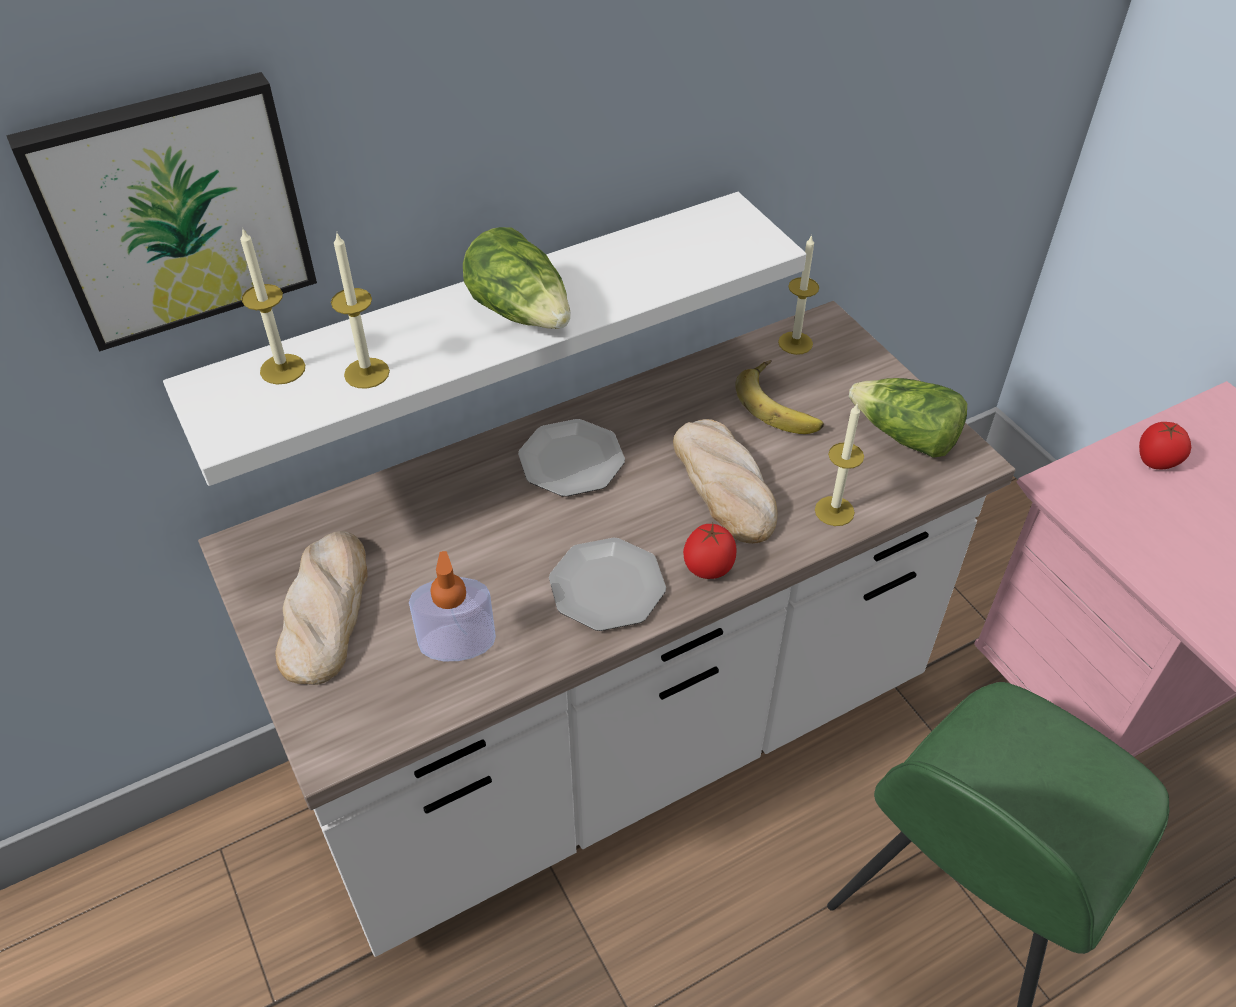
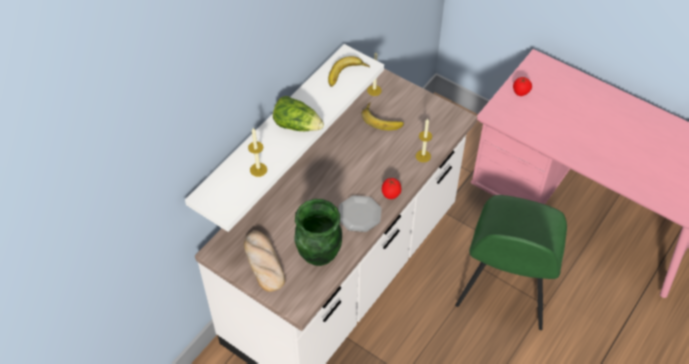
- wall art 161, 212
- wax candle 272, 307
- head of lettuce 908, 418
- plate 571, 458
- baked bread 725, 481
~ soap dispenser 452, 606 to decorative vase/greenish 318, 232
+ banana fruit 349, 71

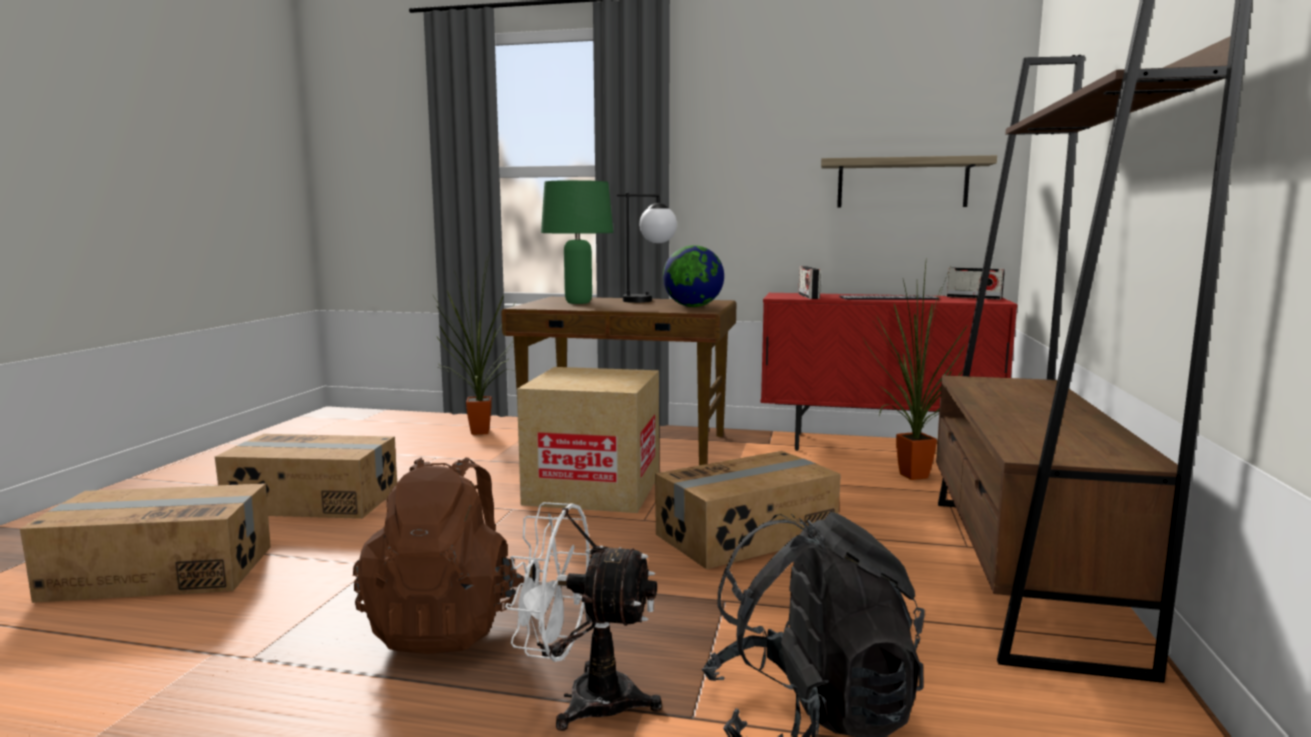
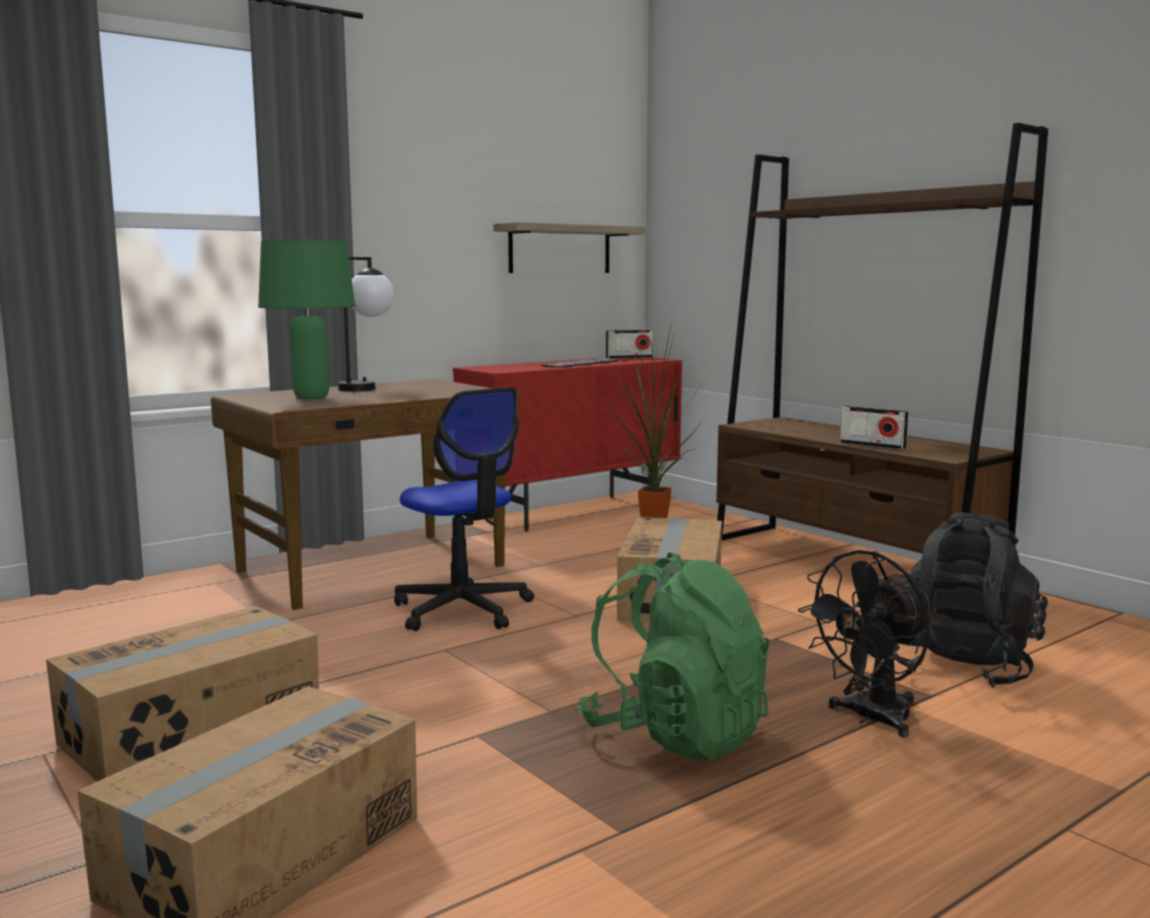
- globe 693, 276
- plant in a pot 474, 342
~ radio receiver 810, 282 to 874, 428
~ carton 588, 440 to computer chair 464, 509
~ knapsack/brown-coloured 438, 555 to knapsack/greenish 674, 656
~ cooling fan/whitish 583, 616 to cooling fan/black 867, 643

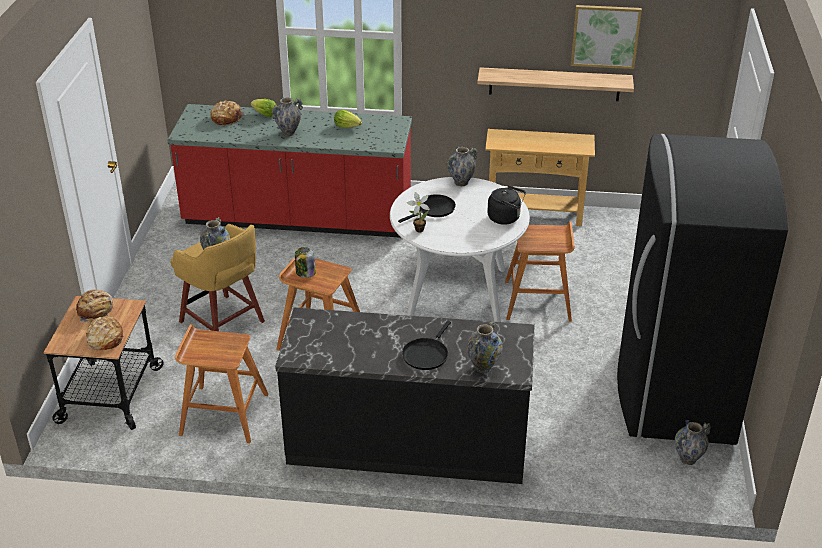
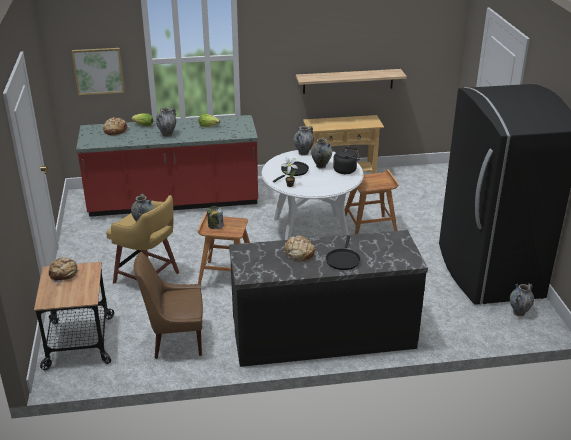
~ wall art 606, 37 to 98, 71
~ baked bread 104, 333 to 300, 248
~ decorative vase 485, 347 to 321, 153
~ sitting stool/brown-coloured 221, 383 to plain chair/brown-coloured 168, 305

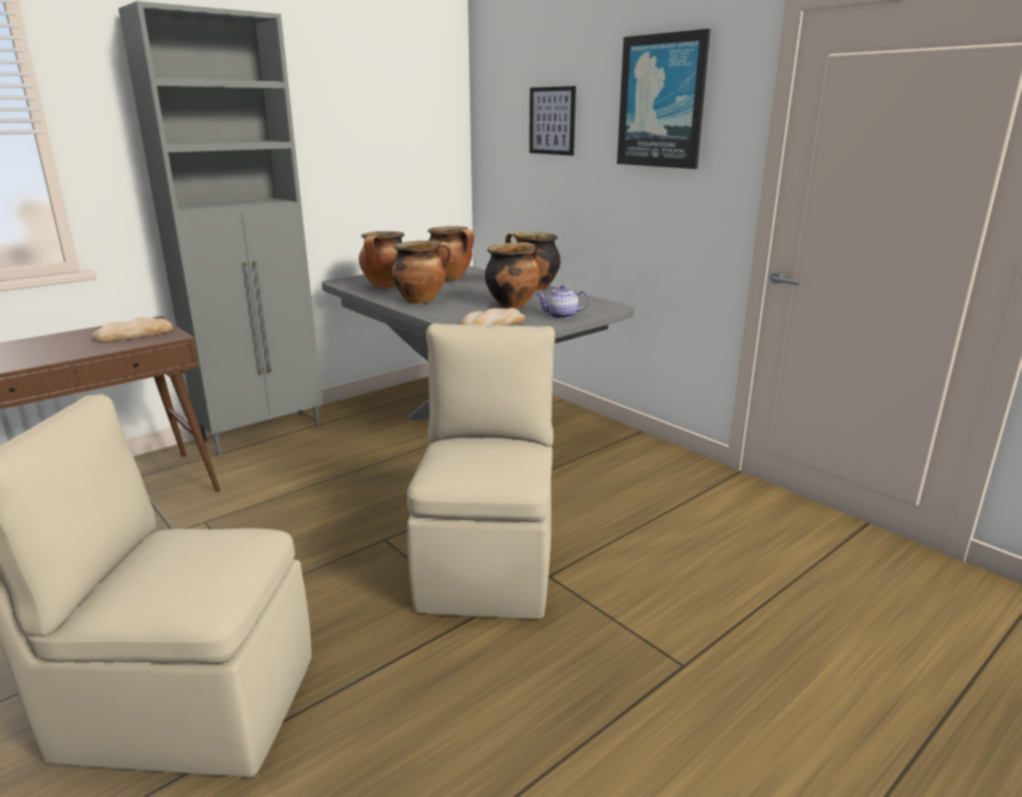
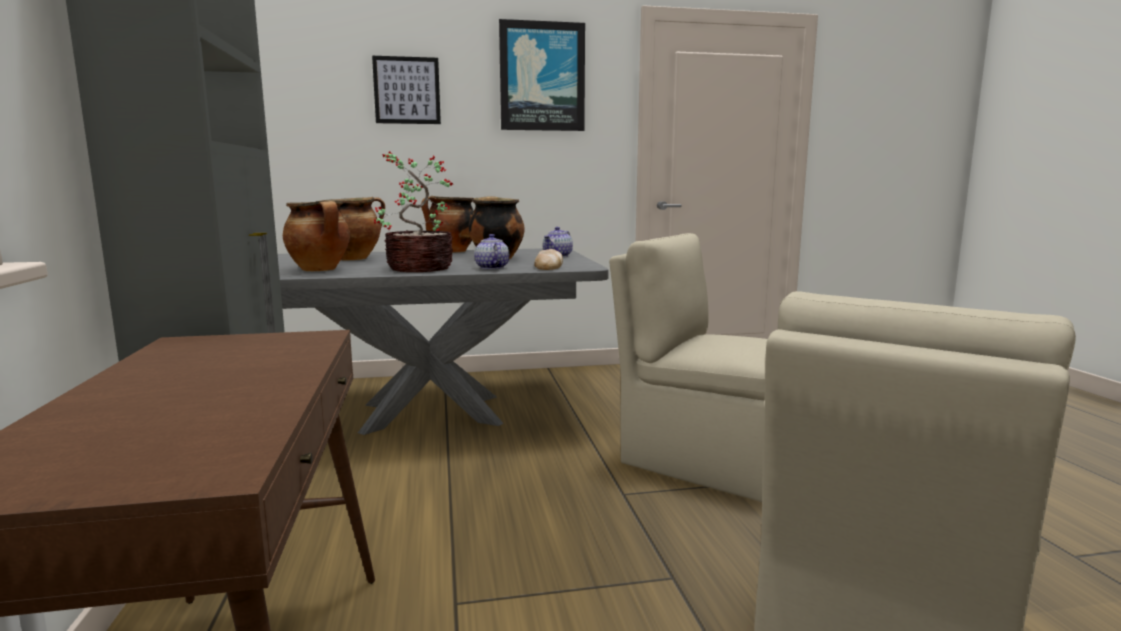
~ stockpot 421, 272 to plant in a pot 414, 211
- baked bread 132, 329
+ teapot 492, 251

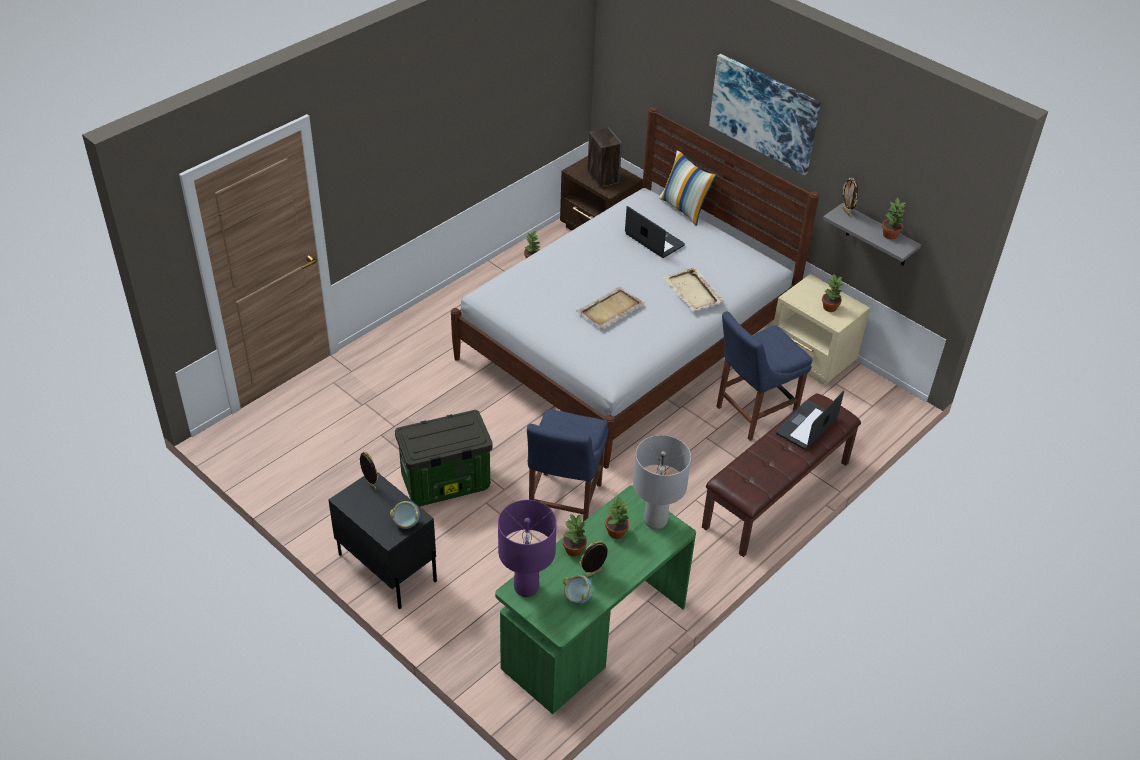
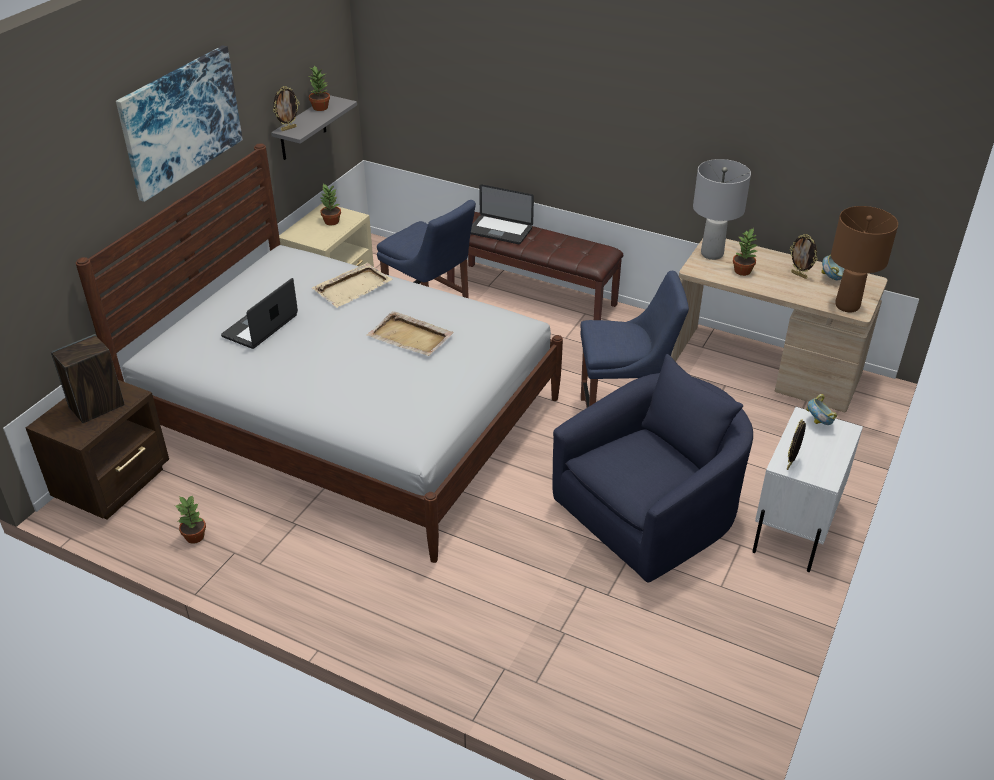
- cushion 688, 188
~ storage box 444, 458 to armchair/blue 652, 468
~ nightstand/black 382, 540 to nightstand/whitish 807, 489
~ desk unit/greenish 595, 599 to desk unit/beige-coloured 779, 325
~ tabletop lamp/purple 527, 548 to tabletop lamp/brown-coloured 864, 259
- plant in a pot 575, 535

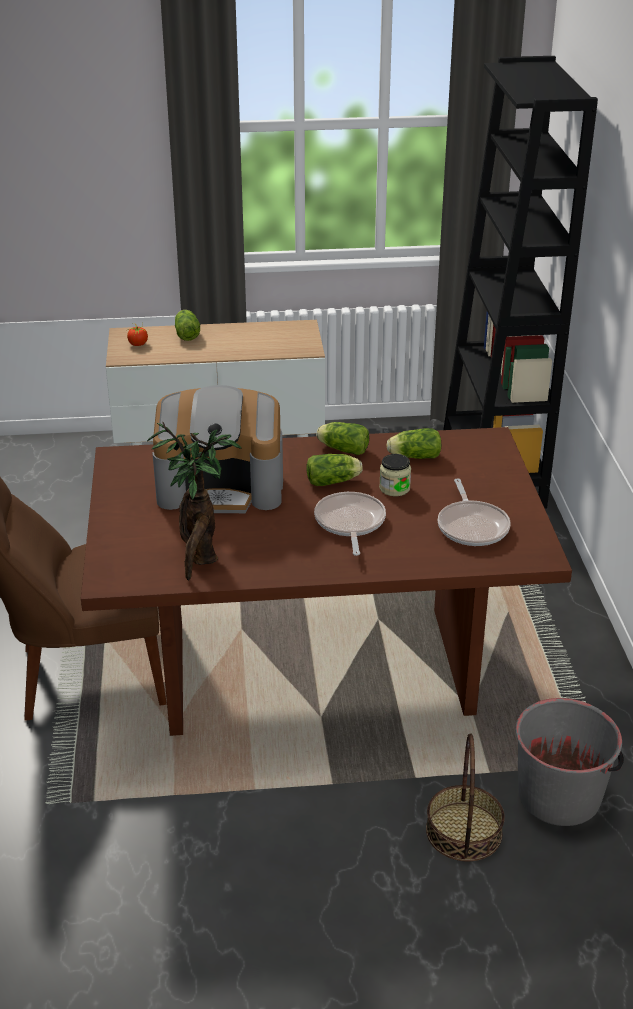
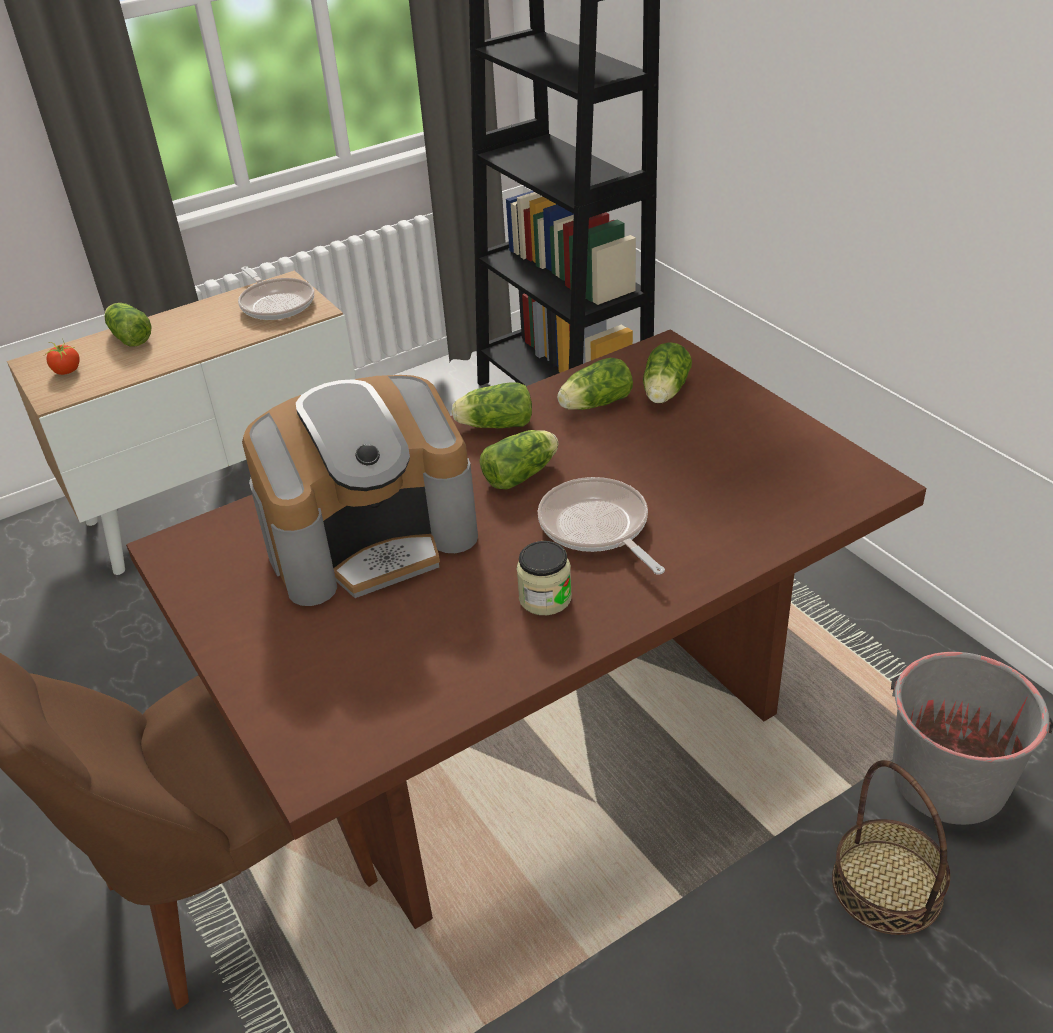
- plant in a pot 194, 501
~ preserve jar 395, 475 to 544, 578
~ pan 474, 512 to 276, 293
+ head of lettuce 667, 372

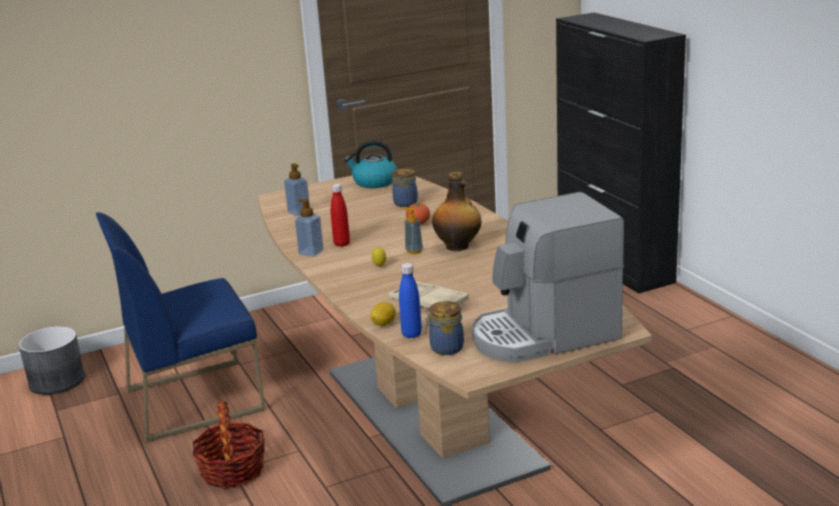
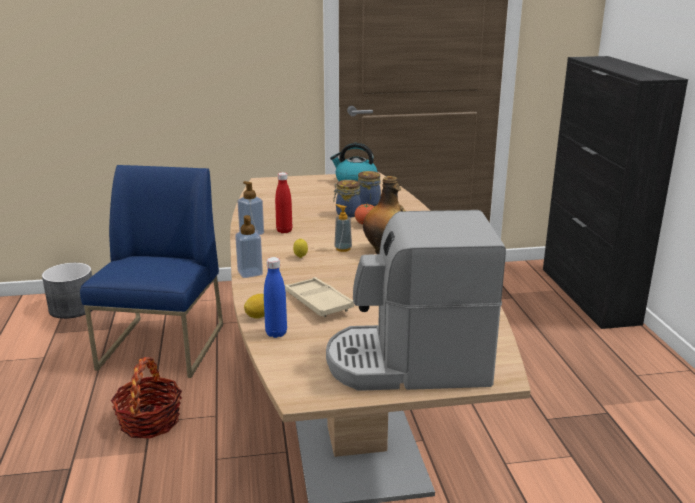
~ soap dispenser 297, 189 to 249, 246
~ plain chair/blue 180, 327 = 151, 271 105 degrees clockwise
~ preserve jar 444, 328 to 347, 199

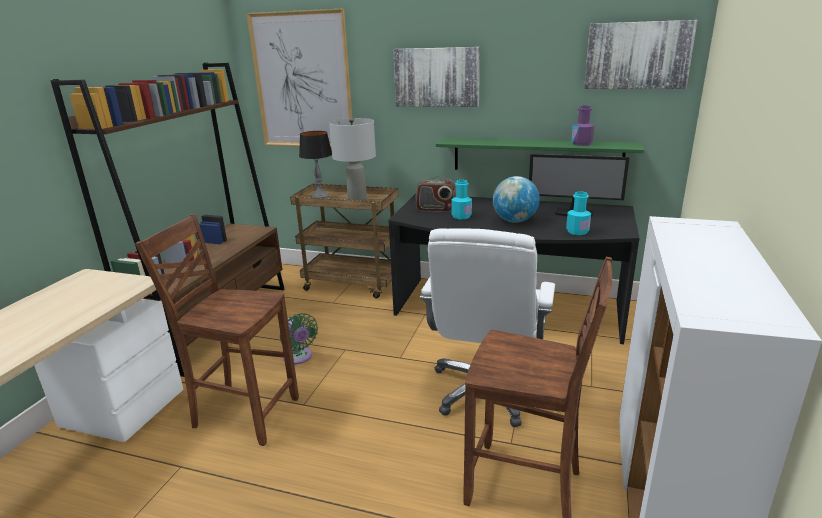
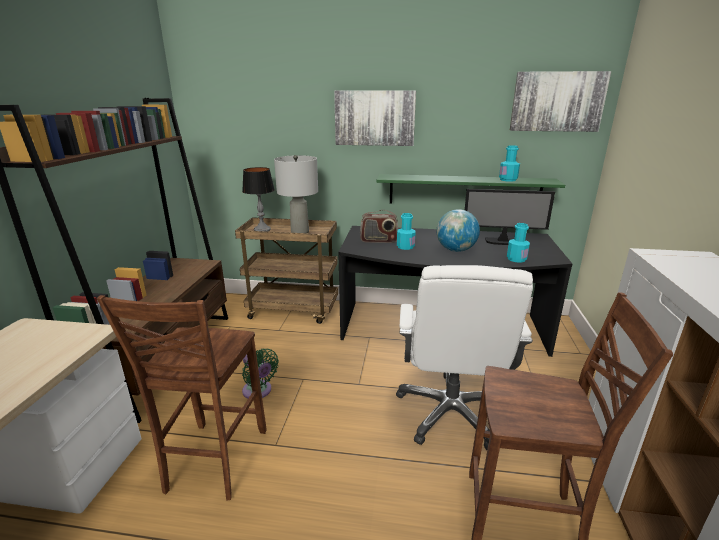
- wall art 299, 77
~ bottle/purple 582, 125 to bottle/blue-green 509, 163
~ plain chair/brown-coloured 217, 330 = 181, 398 90 degrees counterclockwise

